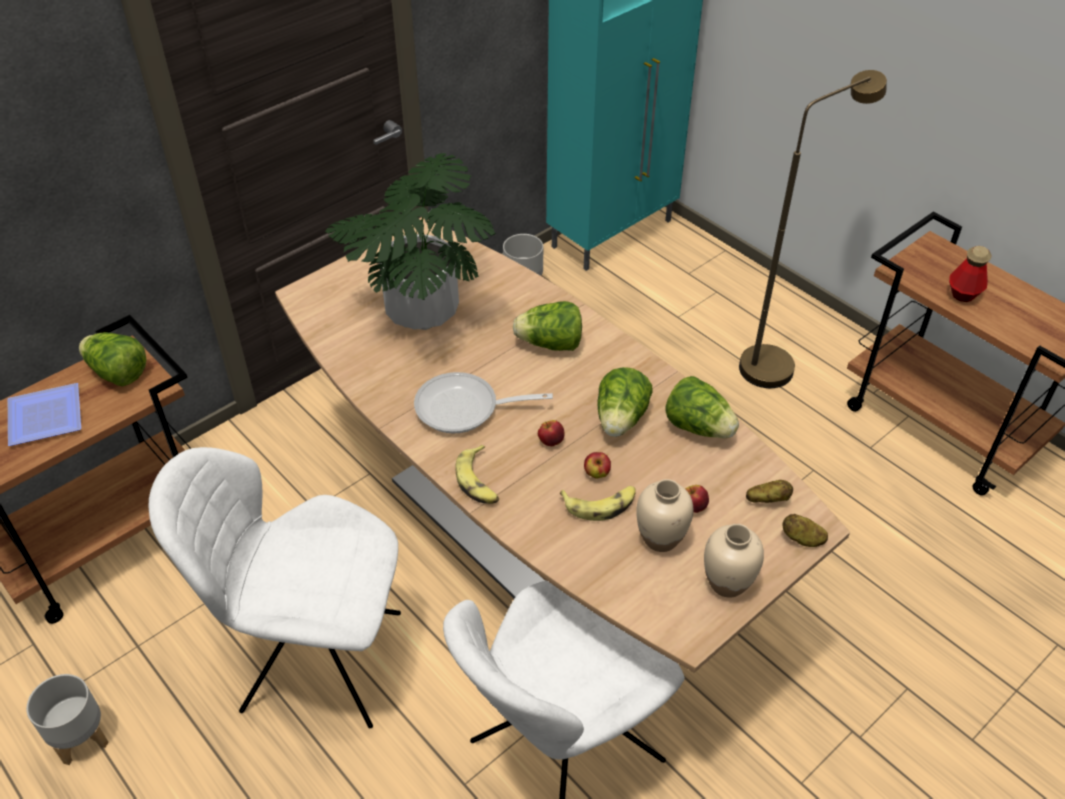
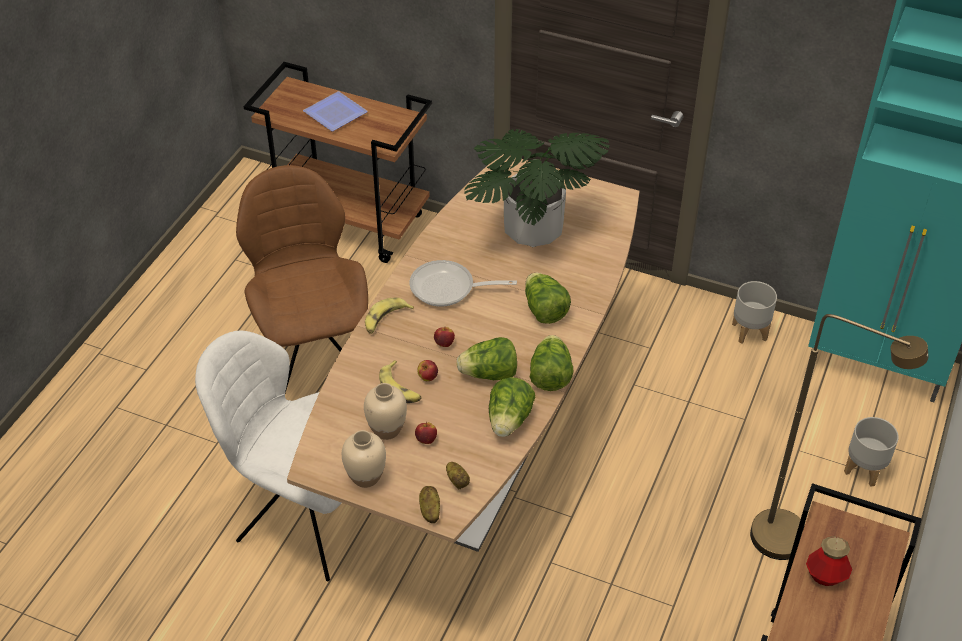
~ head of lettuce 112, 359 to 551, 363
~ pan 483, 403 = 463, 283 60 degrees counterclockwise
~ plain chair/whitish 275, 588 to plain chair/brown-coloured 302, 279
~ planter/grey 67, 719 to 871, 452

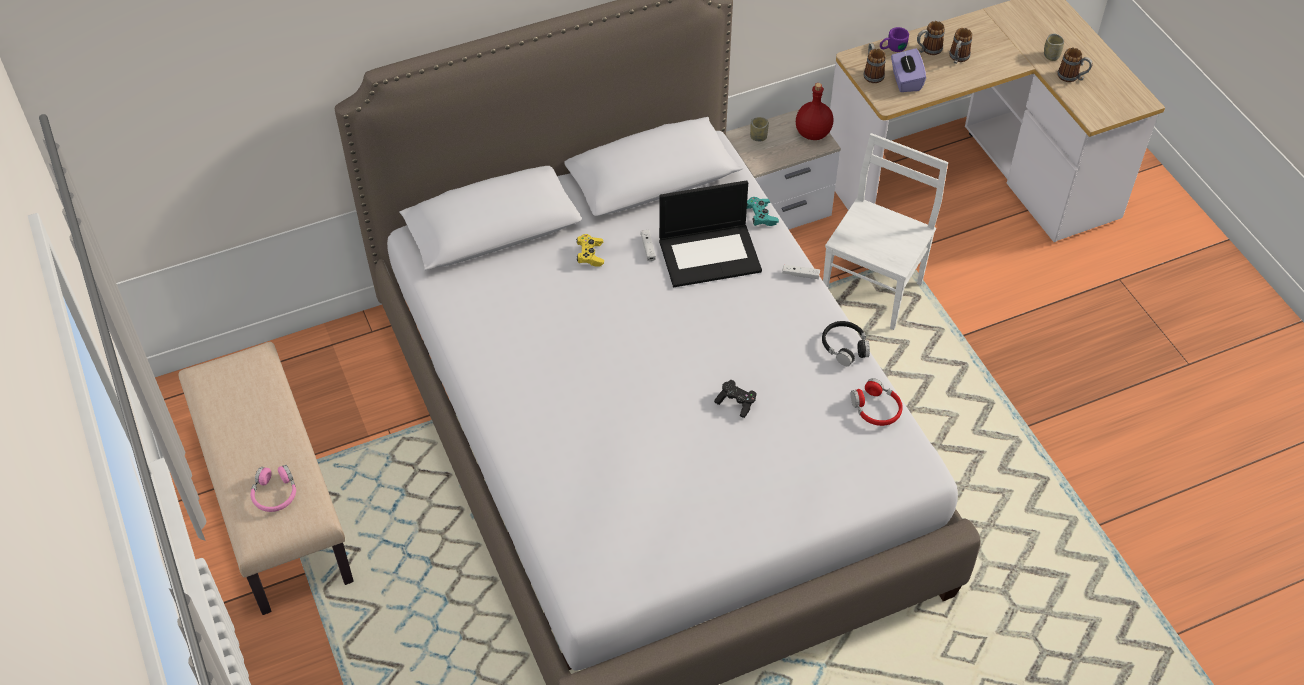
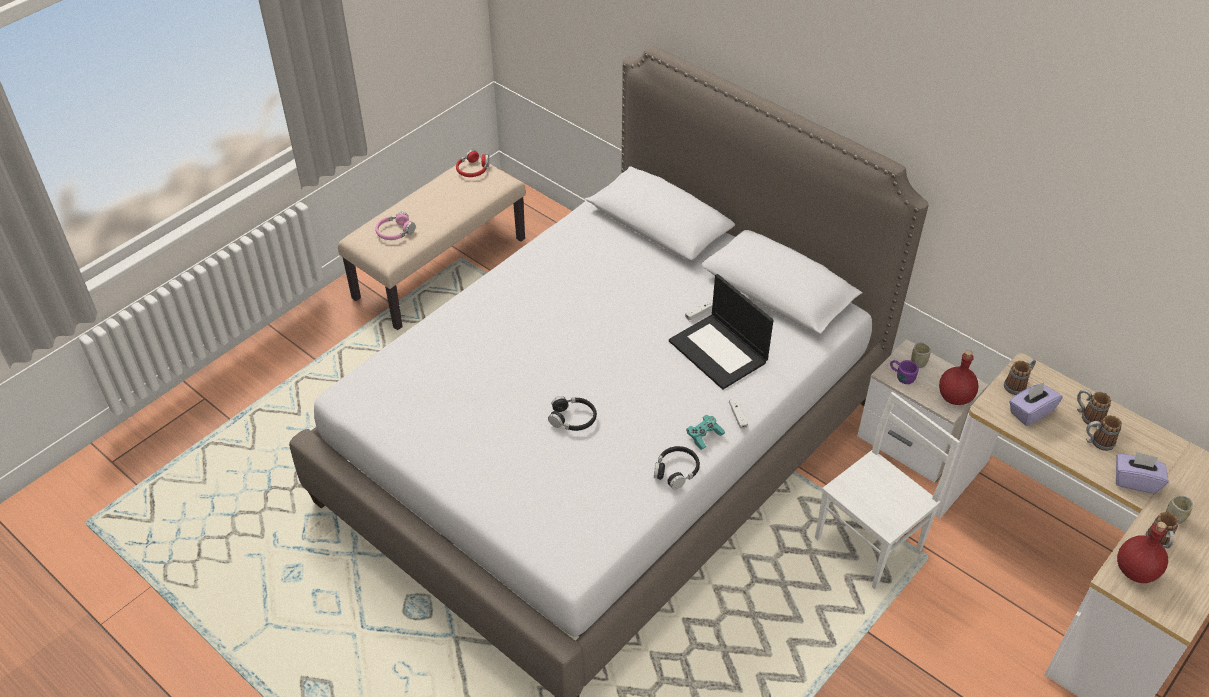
~ tea mug/purple 894, 39 to 904, 372
~ plain chair/whitish 885, 231 = 887, 490 45 degrees counterclockwise
~ gamepad/blue-green 763, 211 to 706, 432
- gamepad/yellowish 590, 250
~ headset/reddish 877, 402 to 472, 163
~ gamepad/black 735, 399 to headset/black 572, 413
+ box of tissues/purple 1142, 472
+ bottle/reddish 1142, 552

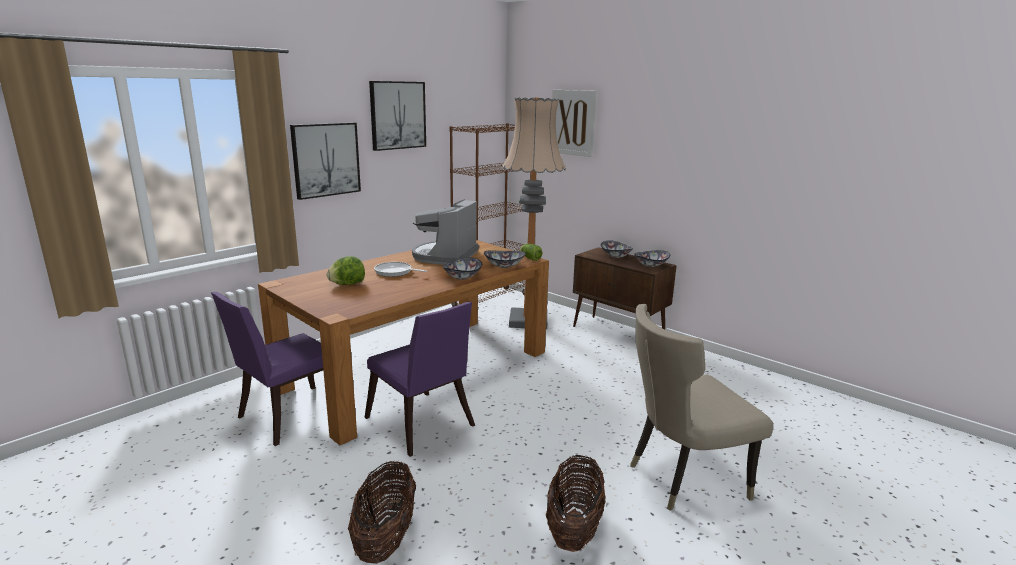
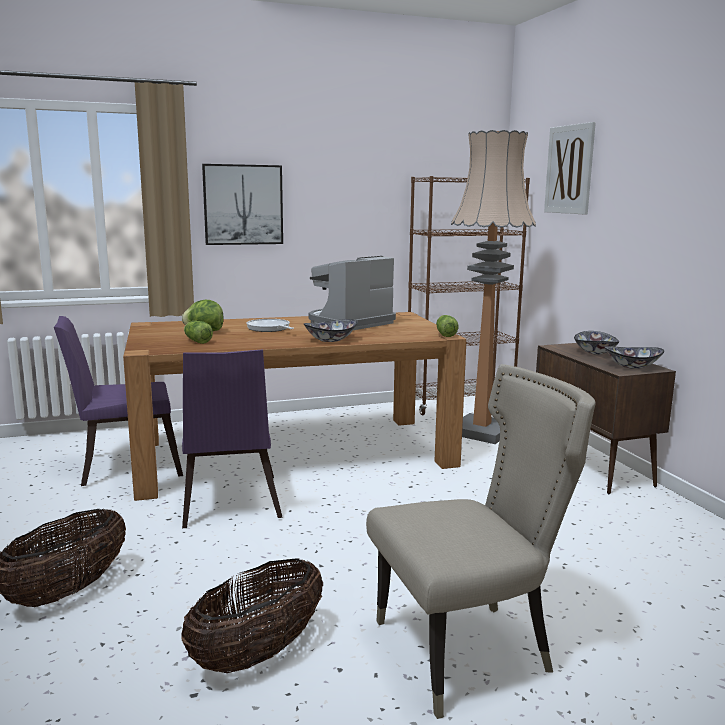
- wall art 397, 116
- deep dish 505, 259
~ plain chair/beige-coloured 701, 407 = 481, 541 150 degrees clockwise
+ head of lettuce 198, 332

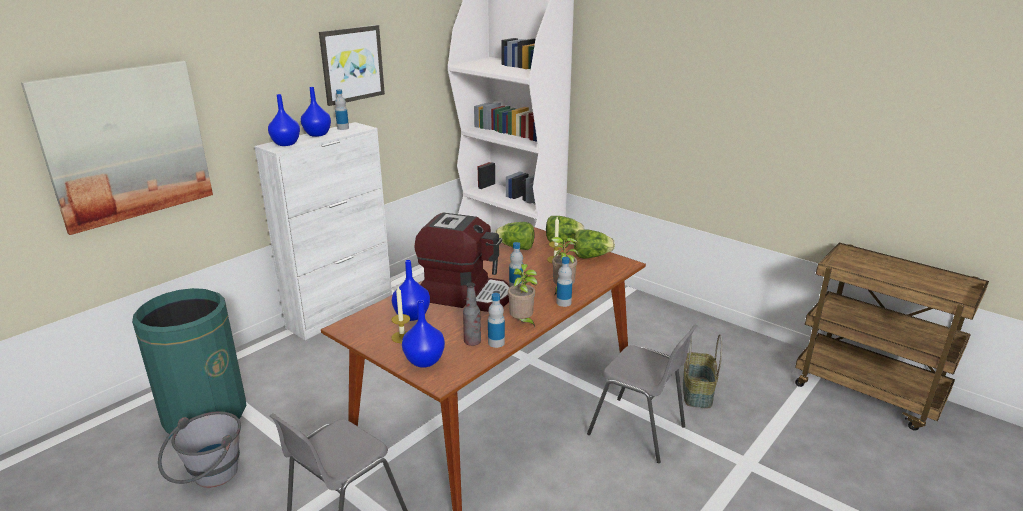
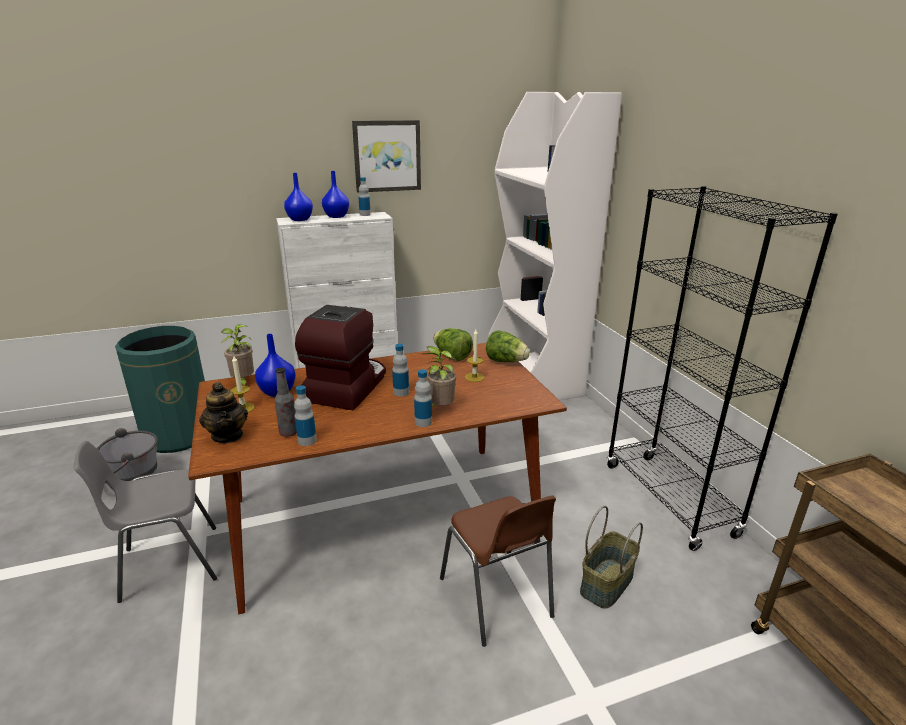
- wall art 117, 148
~ coffee maker 463, 262 = 340, 357 120 degrees counterclockwise
- head of lettuce 594, 244
~ plant in a pot 523, 295 to 237, 354
~ decorative vase/blue 423, 334 to teapot 223, 412
~ plain chair/grey 642, 394 to plain chair/brown-coloured 498, 571
+ bookcase/black 722, 368

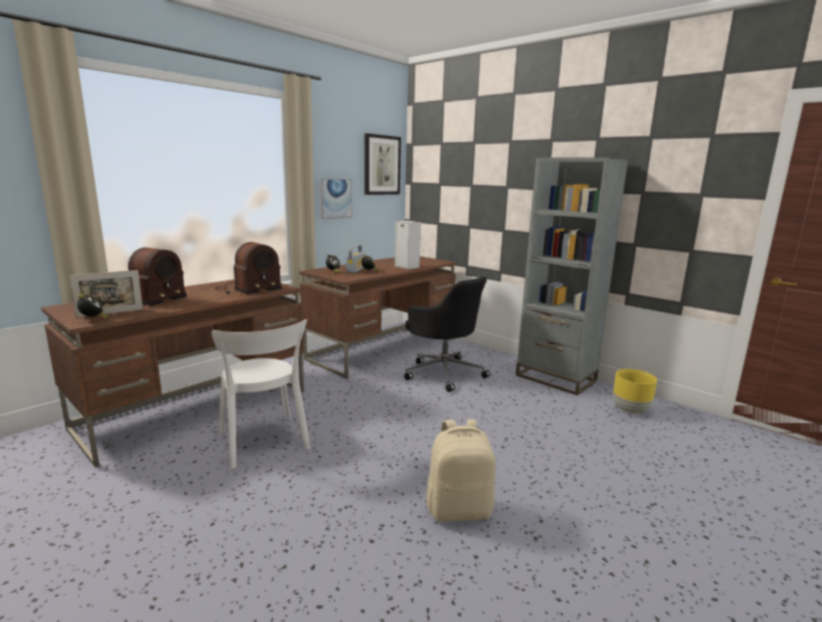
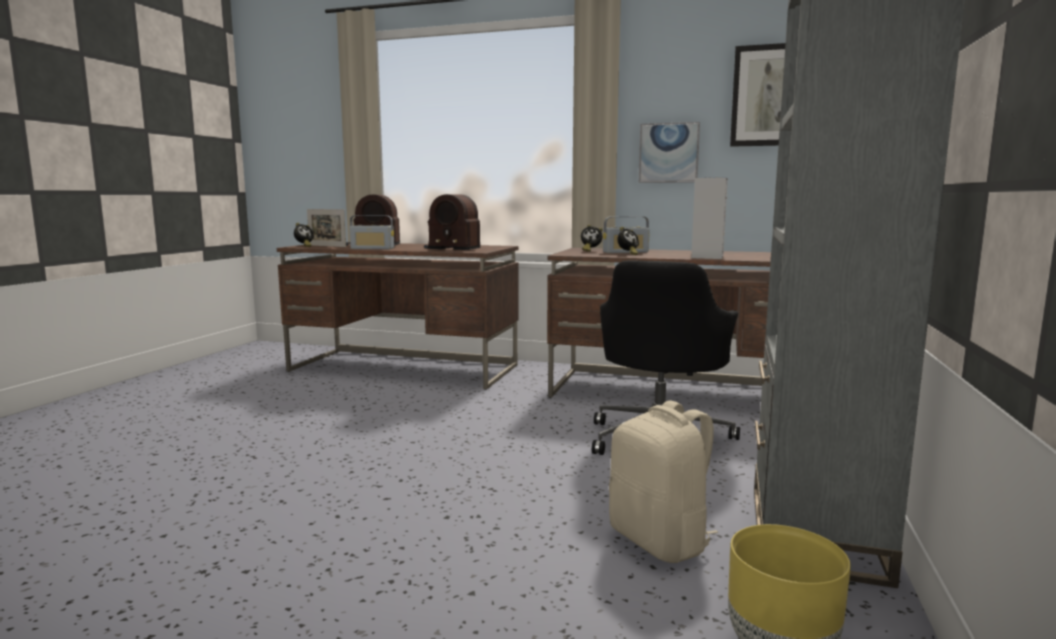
- plain chair/whitish 261, 394
~ knapsack/beige-coloured 461, 470 to 663, 481
+ radio receiver 371, 232

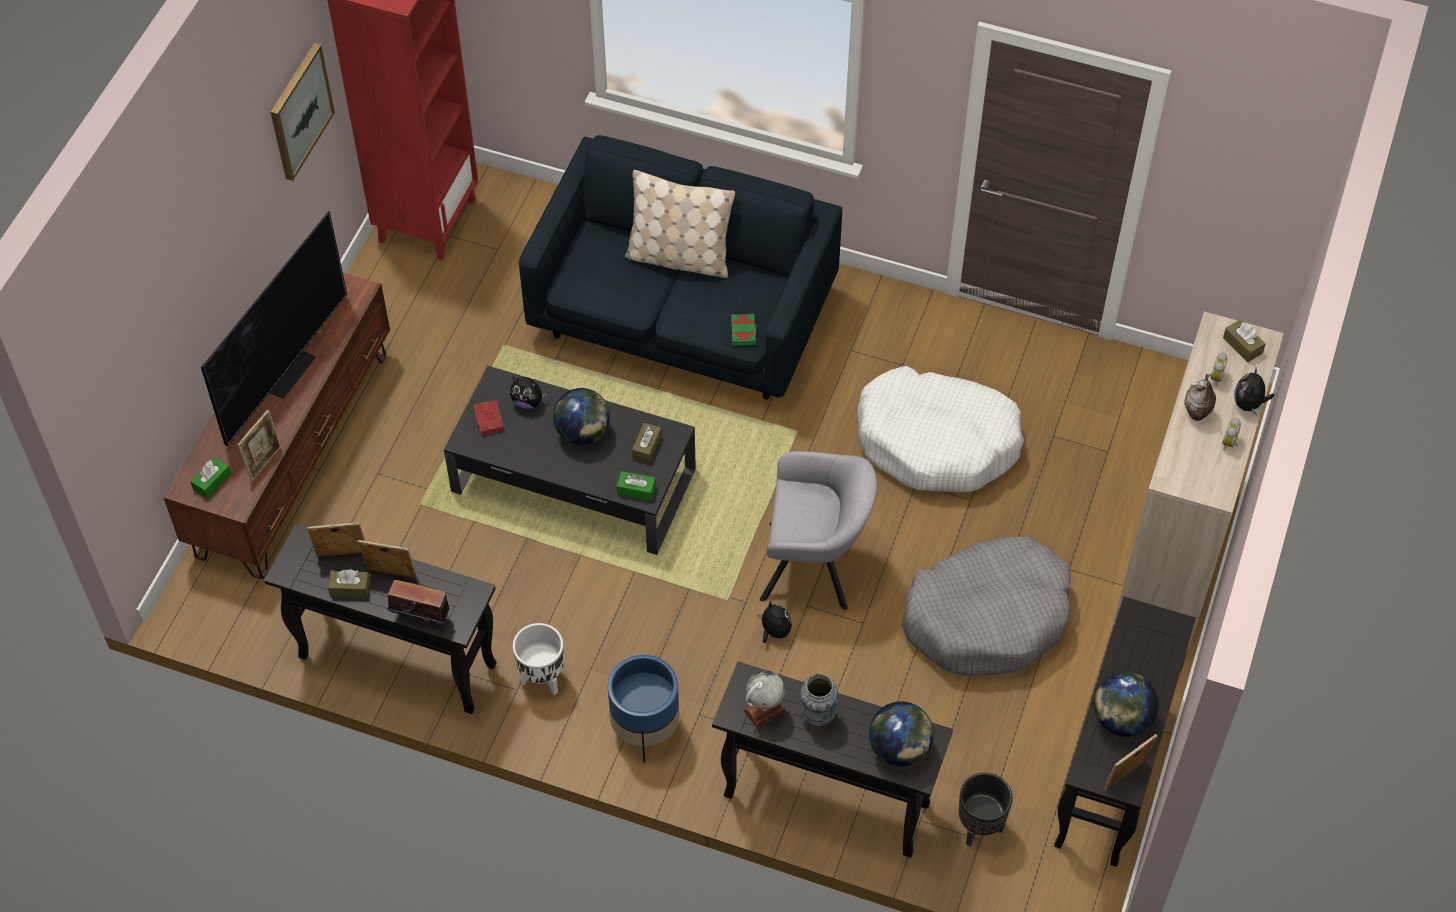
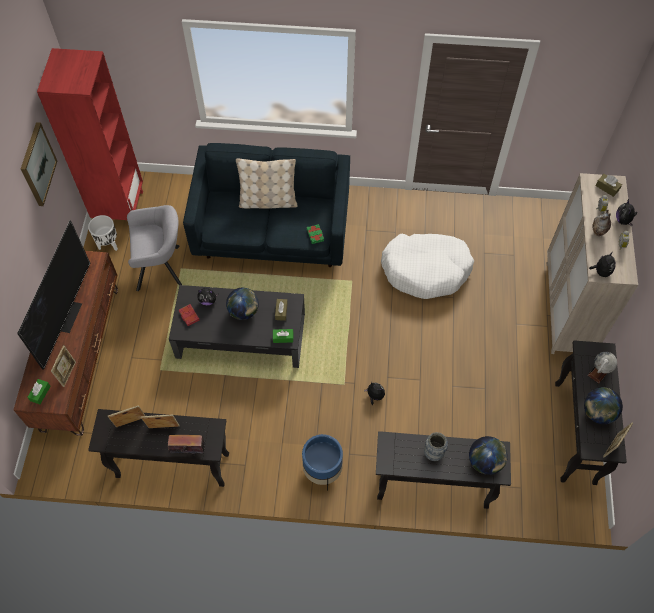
~ armchair/grey 818, 530 to 154, 248
- pet bed/grey 986, 606
- box of tissues/brown-coloured 349, 583
~ planter/whitish 538, 659 to 103, 233
~ globe 764, 699 to 602, 367
- planter/black 985, 809
+ plush toy 602, 264

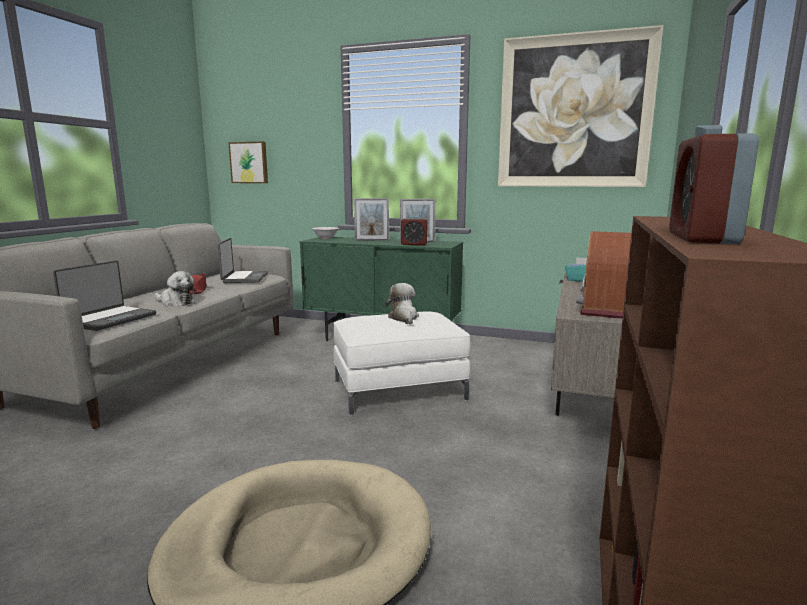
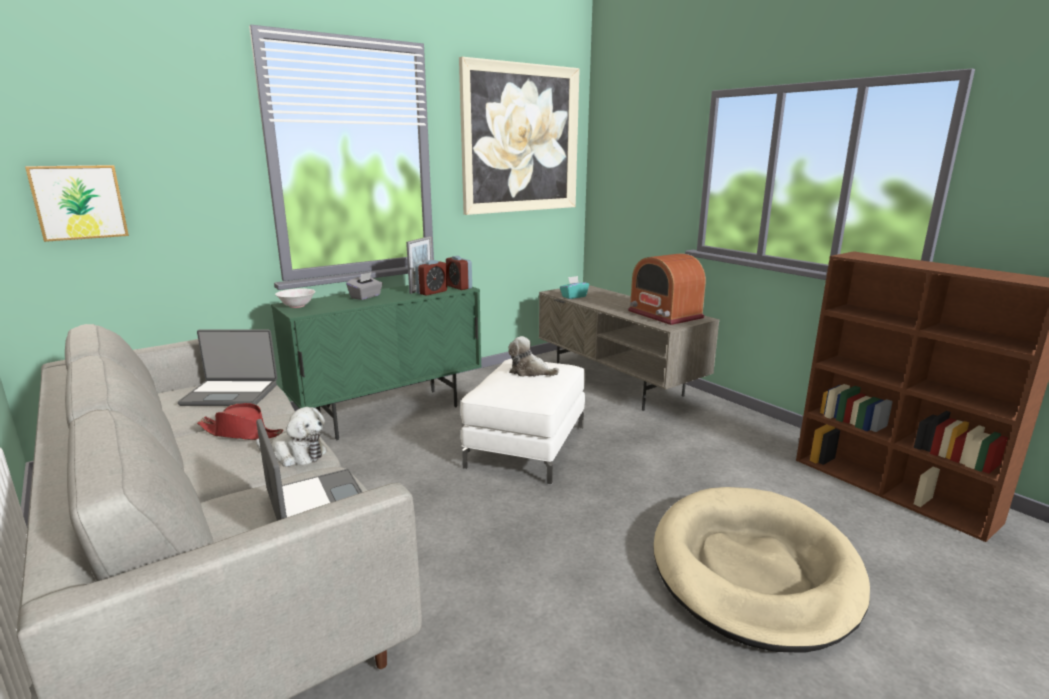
~ table clock 714, 184 to 459, 273
~ photo frame 371, 219 to box of tissues/grey 364, 286
~ laptop 243, 260 = 227, 368 150 degrees clockwise
~ plush toy 174, 288 = 291, 437 45 degrees clockwise

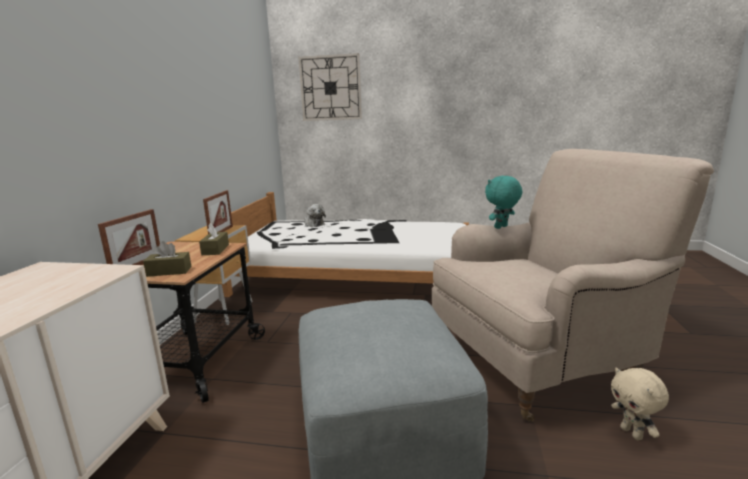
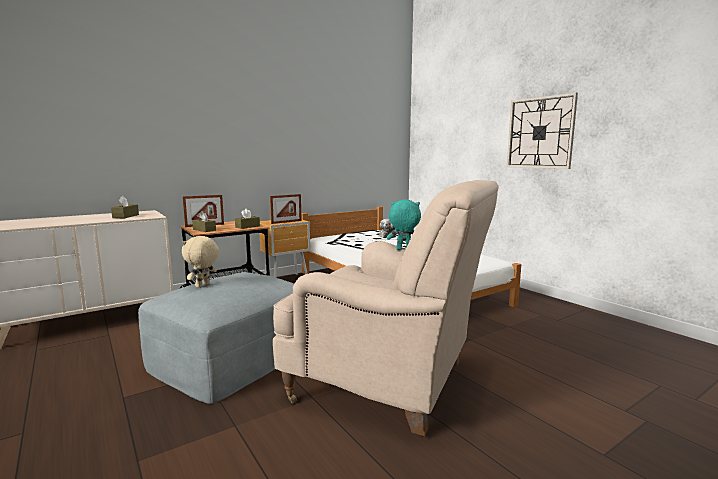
~ hanging clock 330, 87 to 542, 131
~ plush toy/beige-coloured 640, 404 to 200, 262
+ box of tissues/brown-coloured 125, 207

